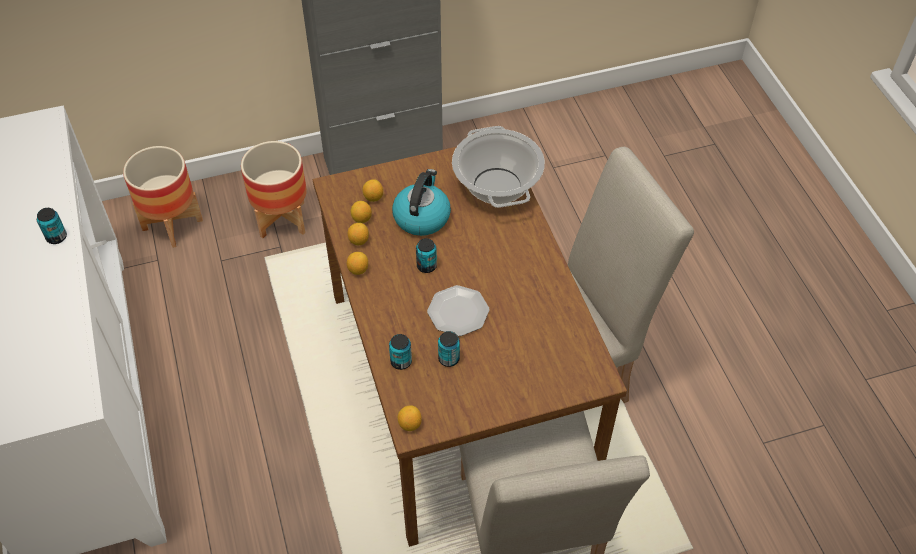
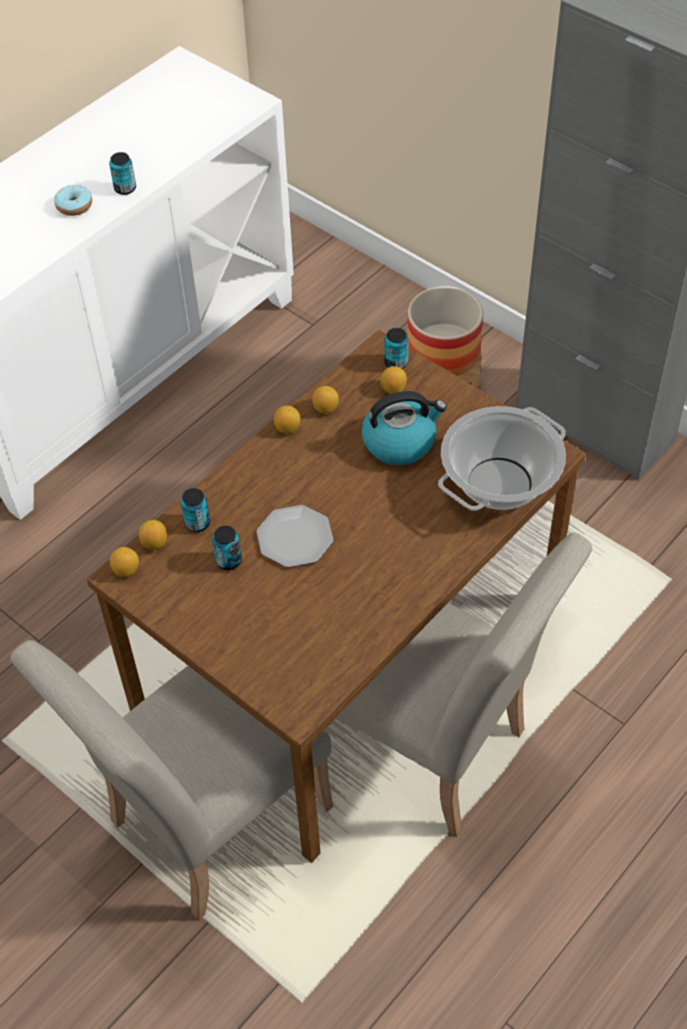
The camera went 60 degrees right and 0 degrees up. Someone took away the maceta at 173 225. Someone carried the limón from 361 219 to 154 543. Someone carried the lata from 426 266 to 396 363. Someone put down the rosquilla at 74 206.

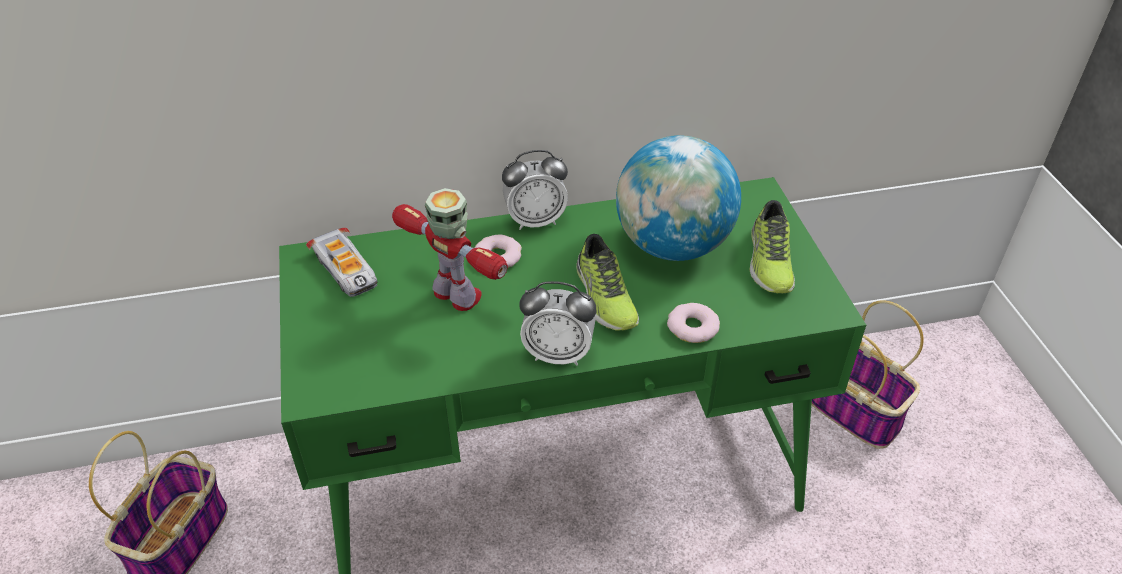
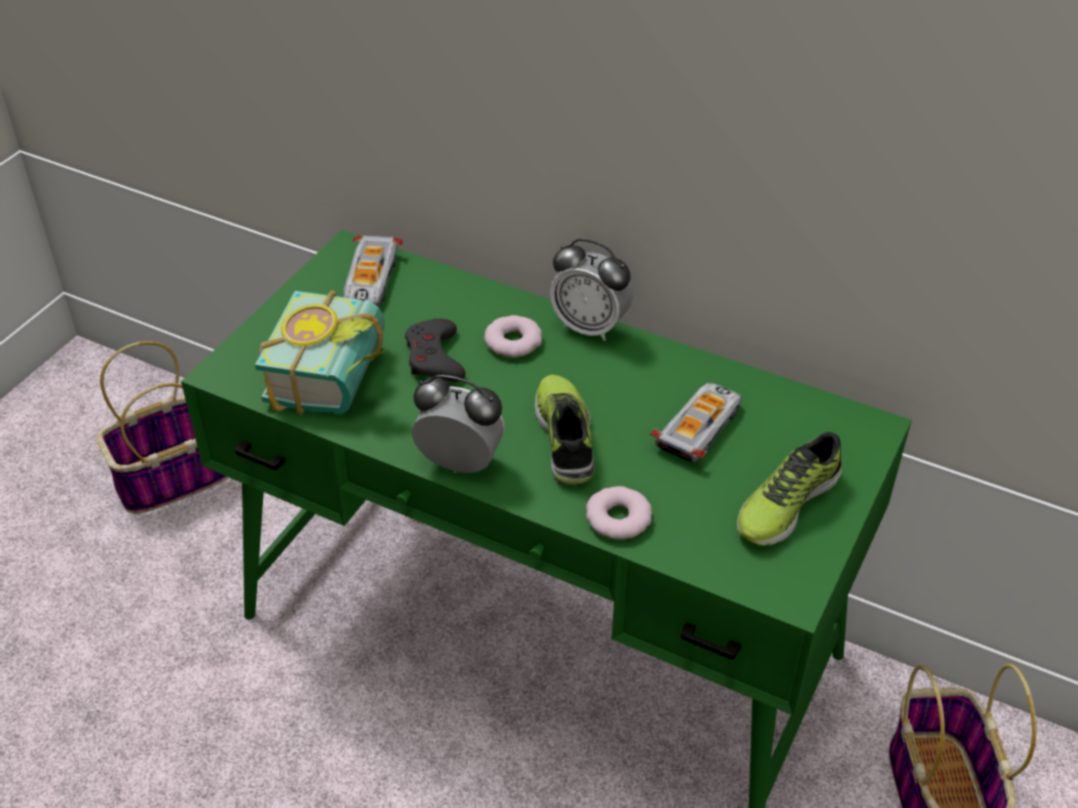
The camera went 40 degrees right and 0 degrees up. Someone swapped the globo terráqueo at 673 245 for the coche de juguete at 699 428. Someone swapped the robot de juguete at 457 296 for the mando de consola (gris) at 434 358. Someone rotated the zapato at 604 297 by 150 degrees clockwise. Someone rotated the despertador at 558 354 by 150 degrees clockwise. Someone put down the libro at 339 378.

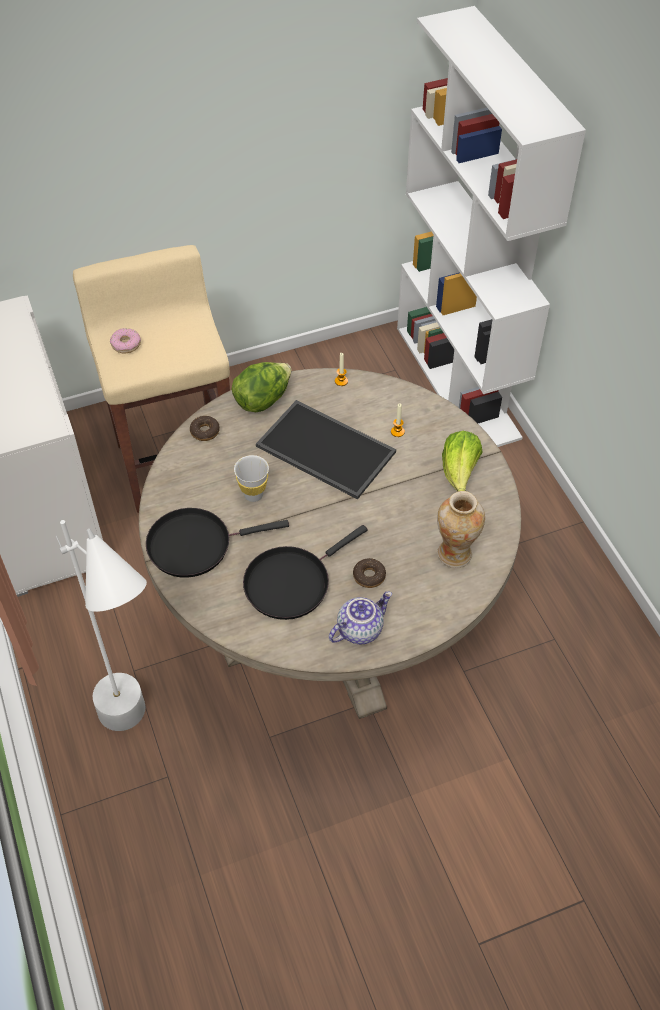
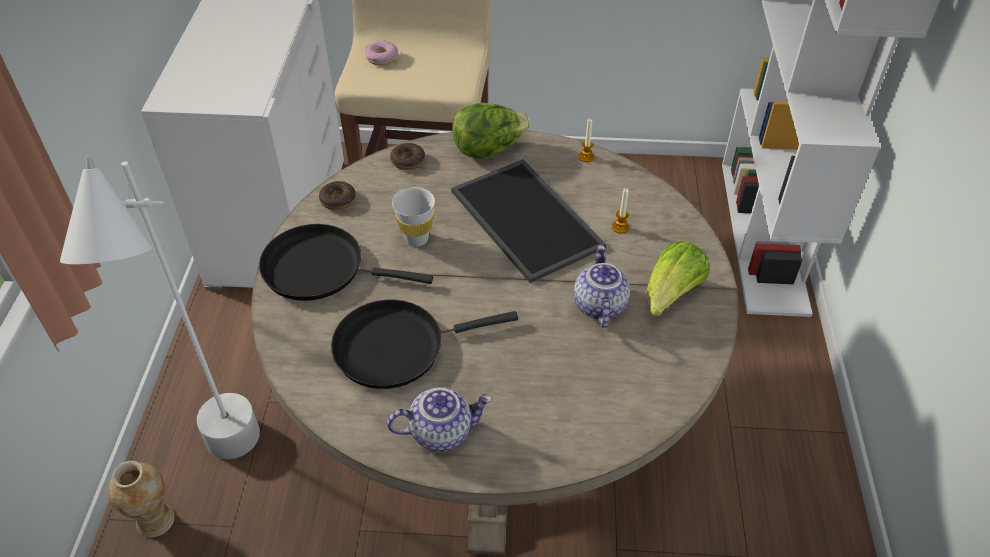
The camera went 25 degrees right and 5 degrees down. Someone carried the florero from 455 554 to 155 521. Someone carried the rosquilla from 369 576 to 338 200. Someone put down the tetera at 598 305.

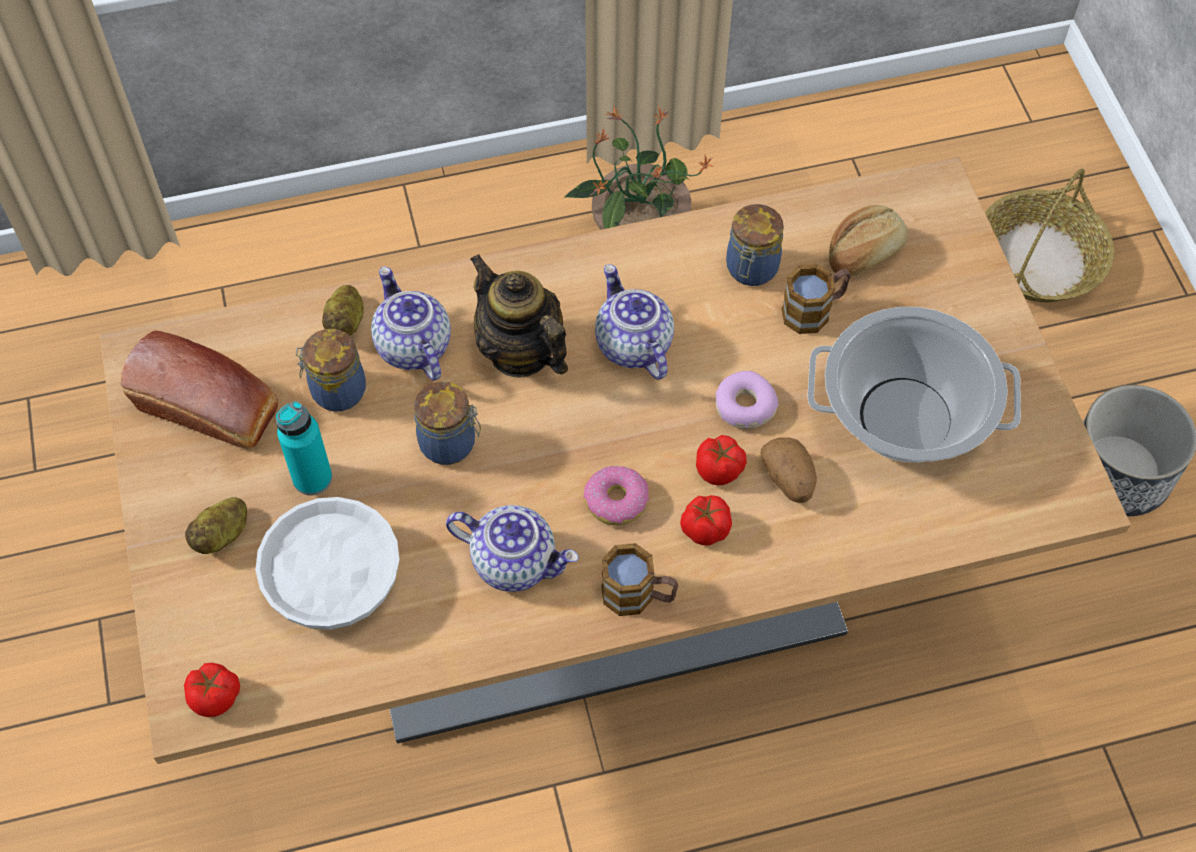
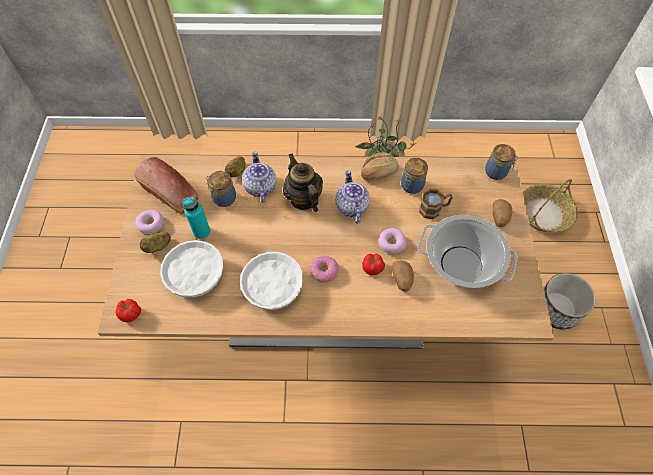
The camera went 15 degrees right and 0 degrees up. Someone carried the pan from 864 252 to 378 172. Someone carried the tarro from 450 444 to 496 172. Someone took away the tomate at 704 529. Someone swapped the tetera at 515 561 for the cuenco (blanco) at 273 287. Someone took away the taza grande at 638 595. Someone put down the patata at 499 218. Someone put down the rosquilla at 151 224.

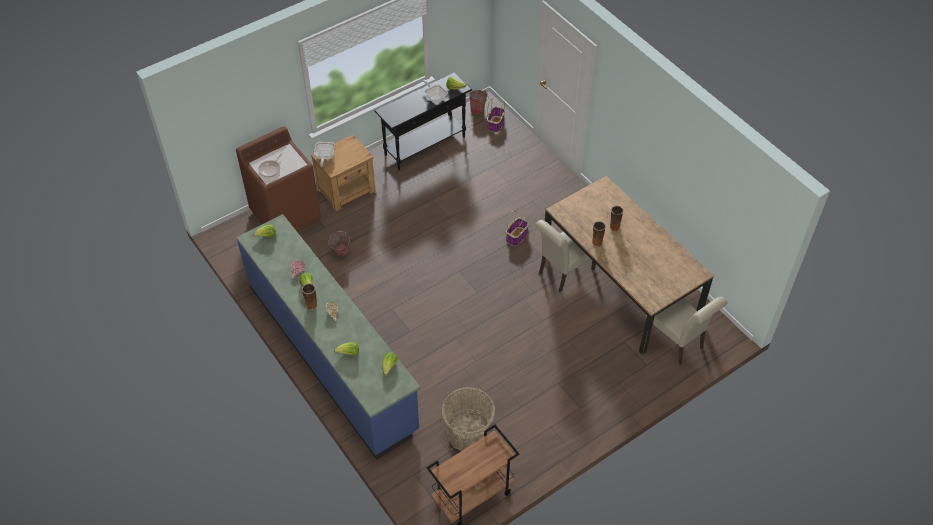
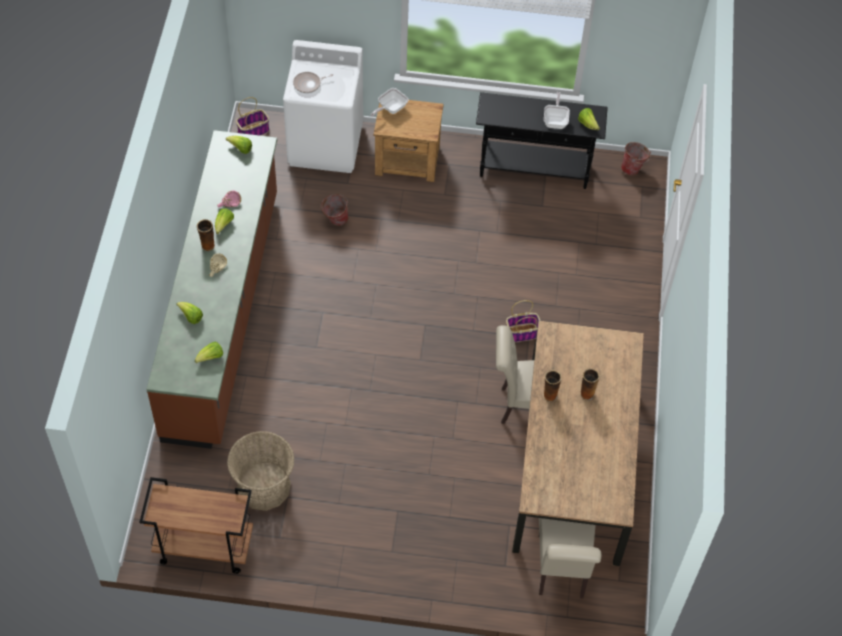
The camera went 40 degrees right and 5 degrees up. Someone carried the cesta from 495 124 to 253 131. Someone repainted the lavadora (marrón) at 286 215, which became the lavadora (blanco) at 326 144. Someone repainted the mueble bajo de cocina (azul) at 331 356, which became the mueble bajo de cocina (marrón) at 223 314.

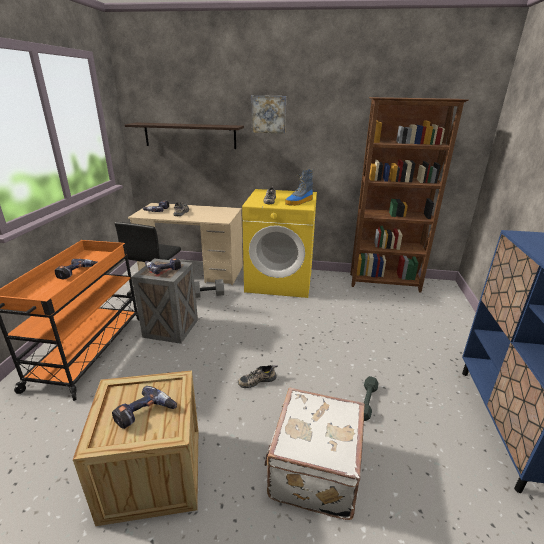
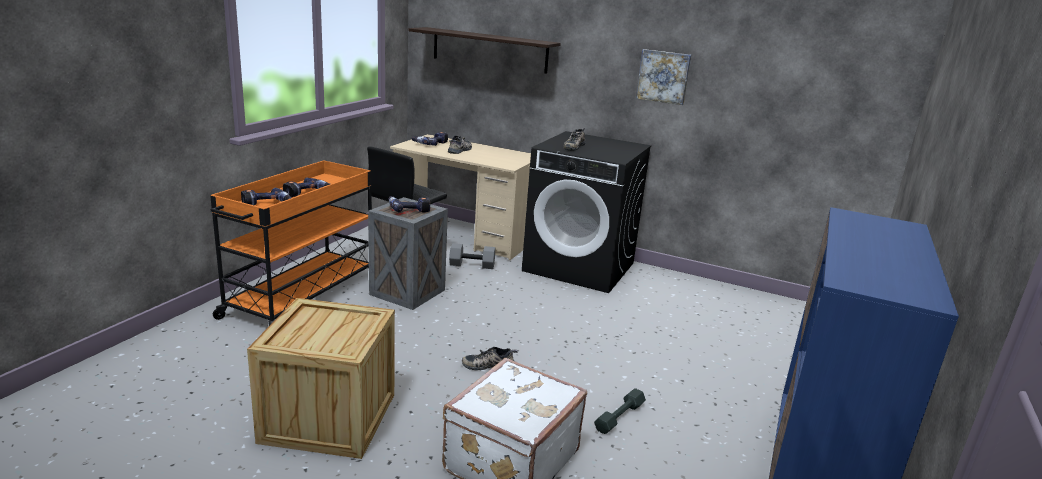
The camera went 15 degrees right and 5 degrees down. Someone carried the cuadro from 269 114 to 663 76. Someone took away the estantería (marrón) at 385 283. Someone took away the bota at 299 202. Someone repainted the lavadora (amarillo) at 280 281, which became the lavadora (negro) at 580 267. Someone carried the taladro from 145 415 to 267 205.

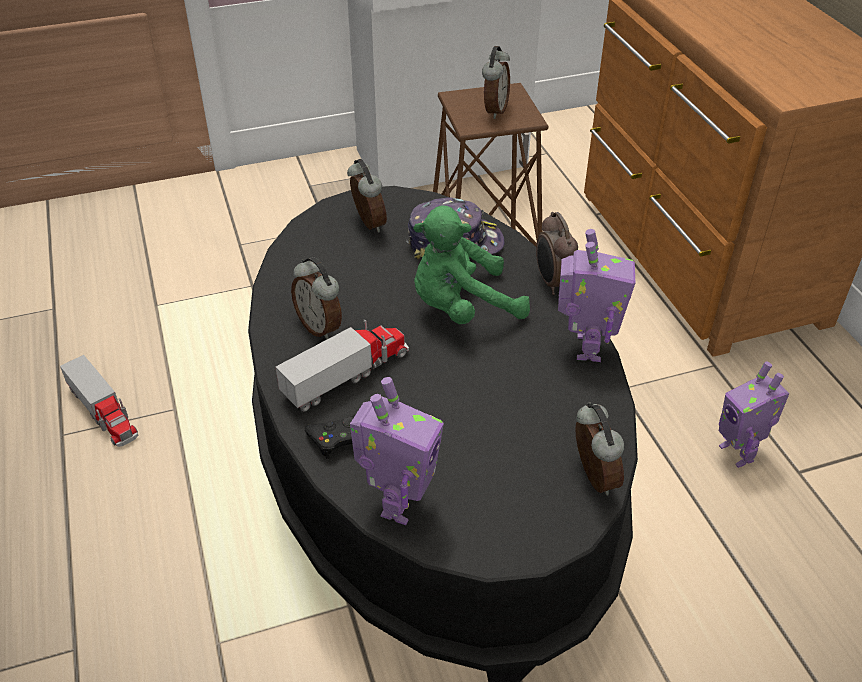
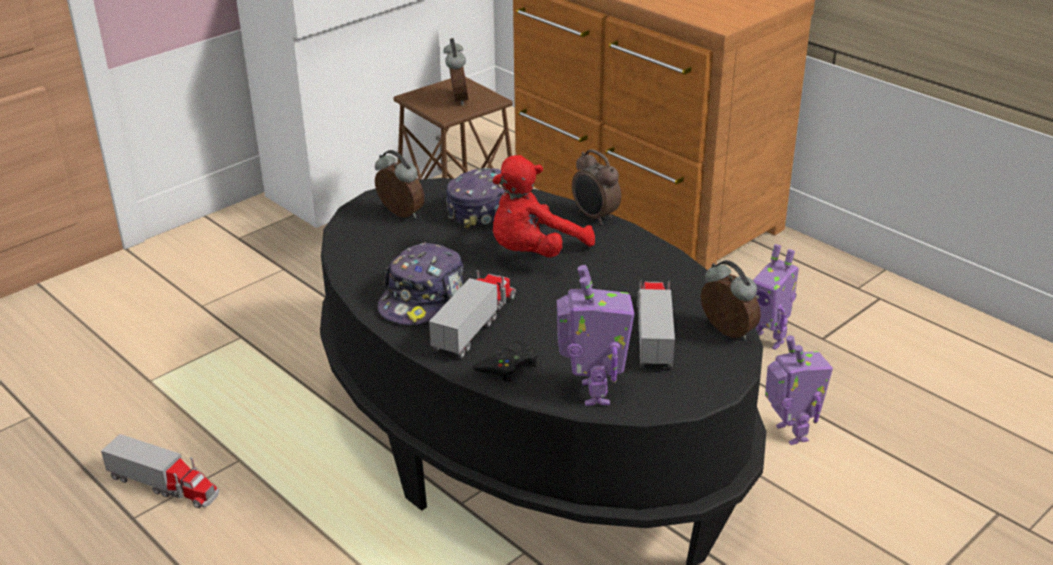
The camera went 25 degrees left and 10 degrees down. Someone repainted the peluche (verde) at 462 308, which became the peluche (rojo) at 534 253. Someone carried the robot de juguete from 585 348 to 790 434. Someone swapped the despertador at 320 327 for the gorra at 423 298. Someone put down the camión de juguete at 653 333.

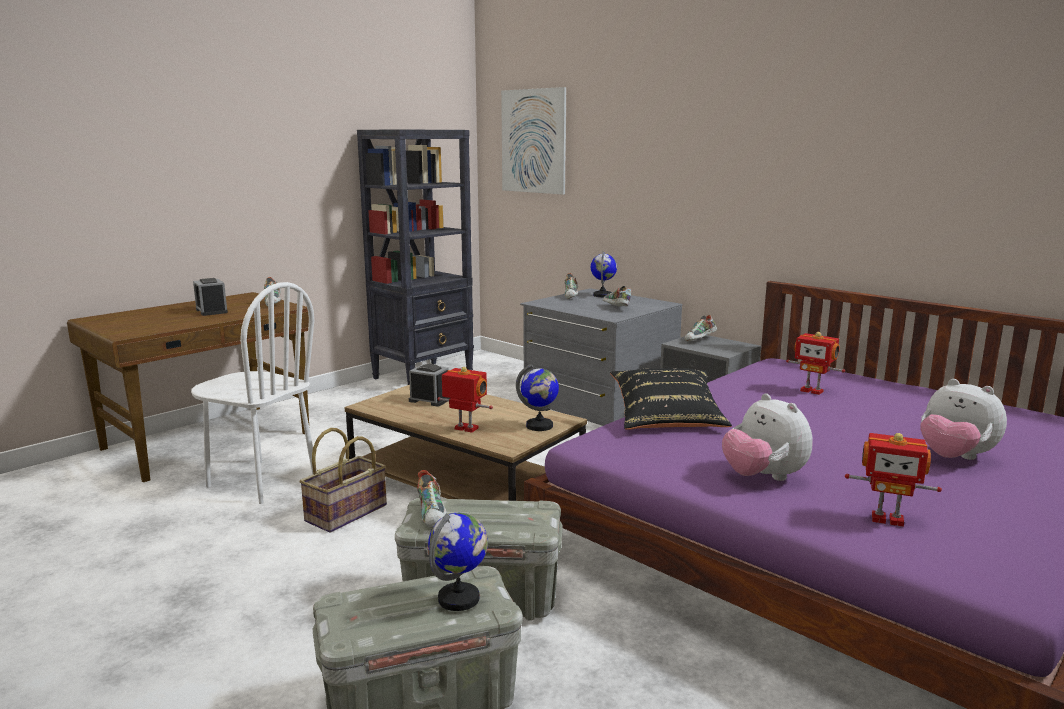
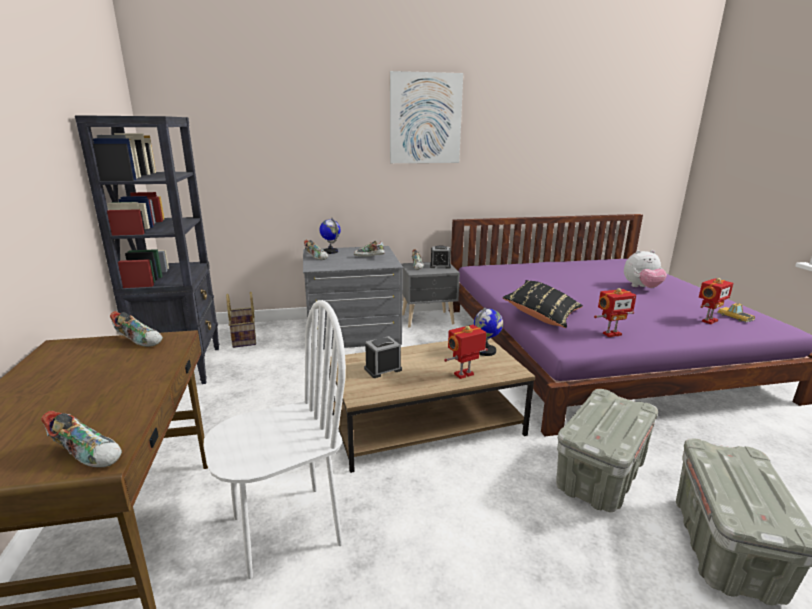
The camera went 55 degrees left and 5 degrees up. Someone carried the cuadro from 533 141 to 425 119. Someone carried the despertador from 211 311 to 440 266. Someone carried the robot de juguete from 812 391 to 611 334. Someone took away the peluche at 763 477. Someone carried the cesta from 347 513 to 245 338. Someone carried the zapato from 433 515 to 88 455. Someone took away the globo terráqueo at 459 599. Someone put down the coche de juguete at 734 317.

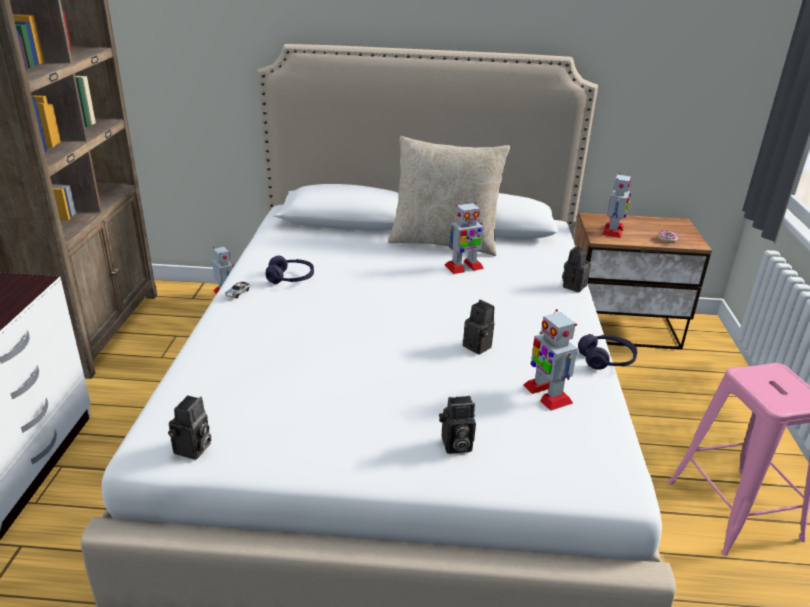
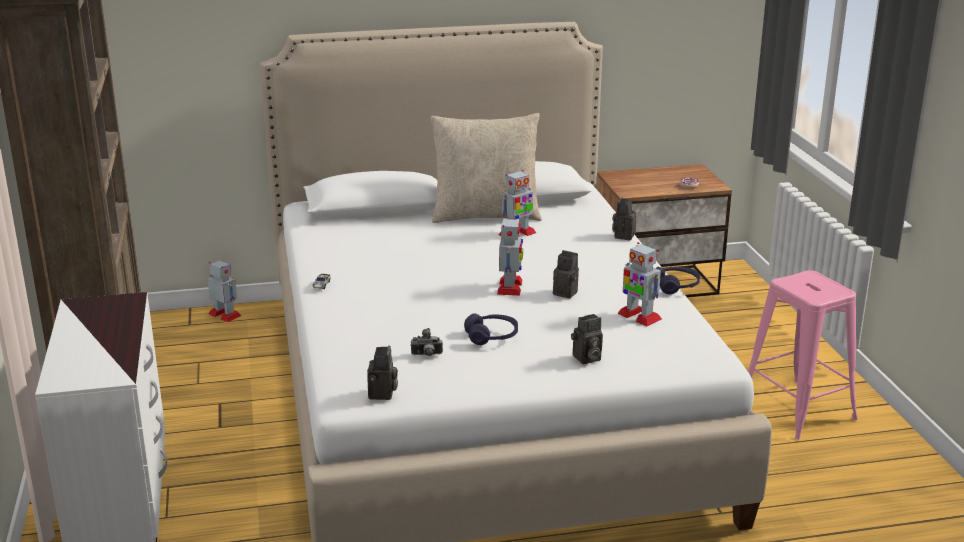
The camera went 15 degrees left and 5 degrees down. Someone carried the robot de juguete from 613 231 to 510 287. Someone carried the auriculares (morado) from 290 278 to 491 336. Someone put down the cámara at 427 355.

